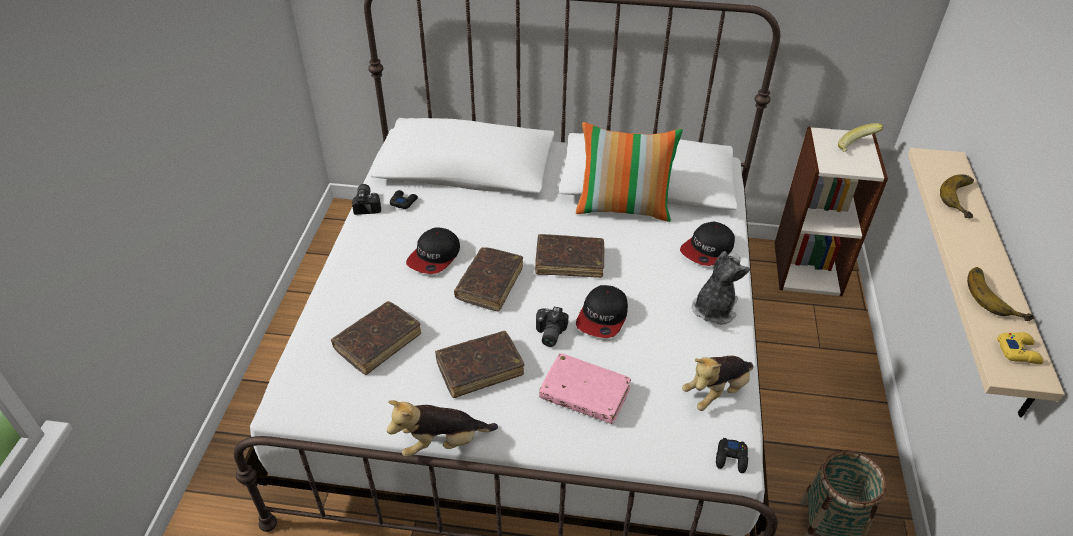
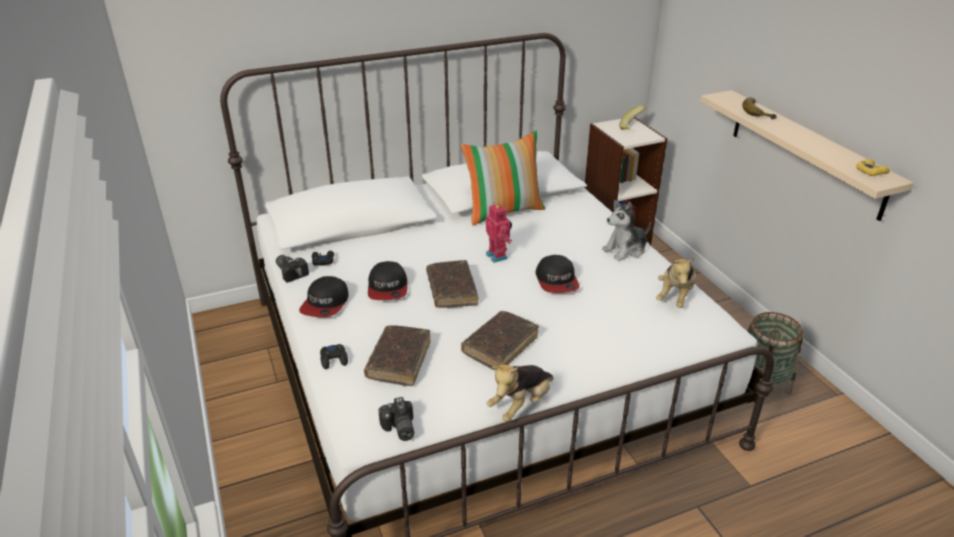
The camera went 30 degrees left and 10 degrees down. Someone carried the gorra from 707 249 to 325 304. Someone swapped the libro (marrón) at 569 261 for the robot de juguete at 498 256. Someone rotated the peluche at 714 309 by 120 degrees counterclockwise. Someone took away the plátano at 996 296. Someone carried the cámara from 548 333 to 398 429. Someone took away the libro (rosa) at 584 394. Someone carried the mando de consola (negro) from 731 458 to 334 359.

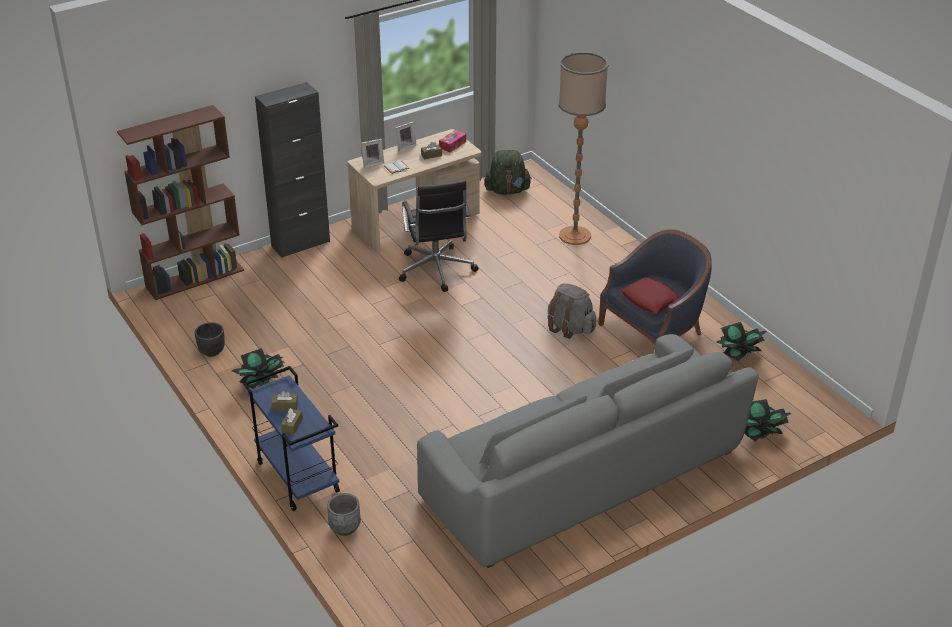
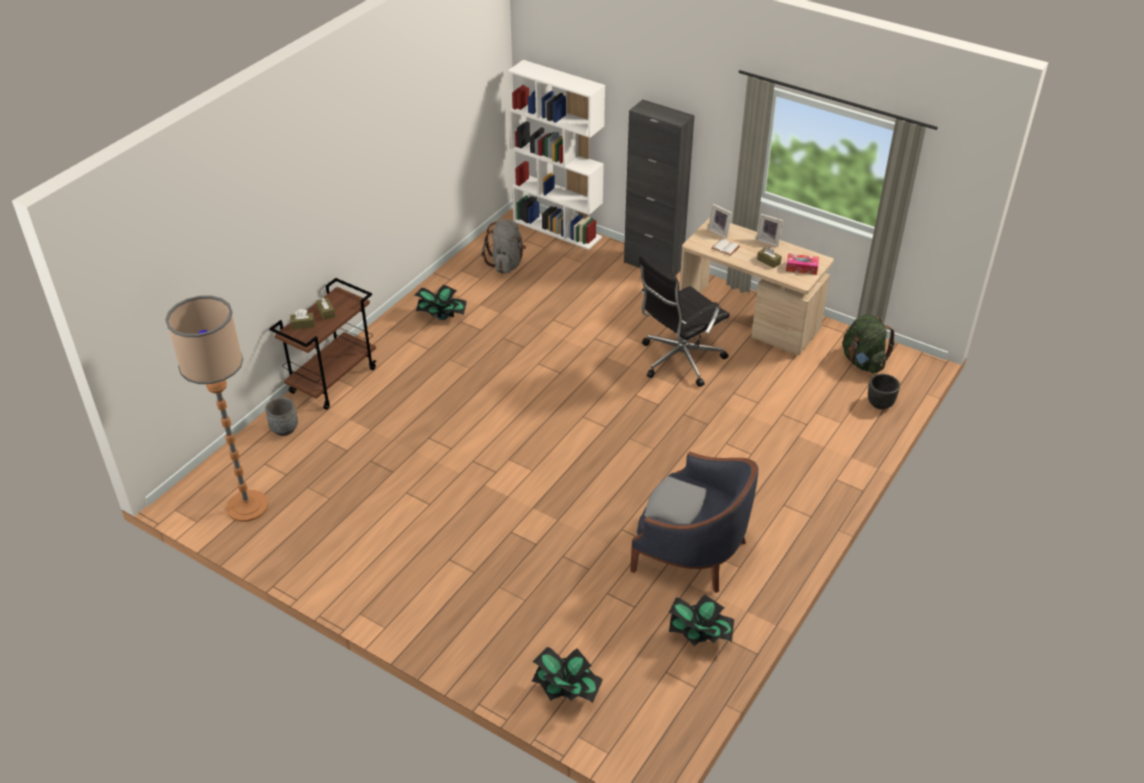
The camera went 65 degrees right and 5 degrees up. Someone carried the lámpara de pie from 575 236 to 247 506. Someone repainted the estantería (marrón) at 195 278, which became the estantería (blanco) at 558 229. Someone repainted the cojín (rojo) at 650 300, which became the cojín (gris) at 675 507. Someone carried the mochila (gris) from 570 328 to 506 264. Someone carried the maceta (negro) from 212 352 to 879 404. Someone took away the sofá (gris) at 584 477. Someone repainted the carrito (azul) at 297 477, which became the carrito (marrón) at 333 380.

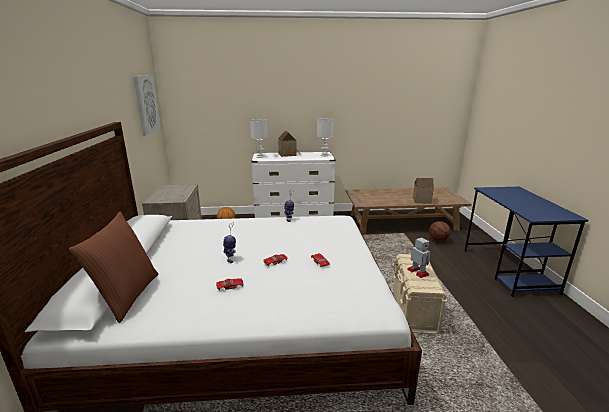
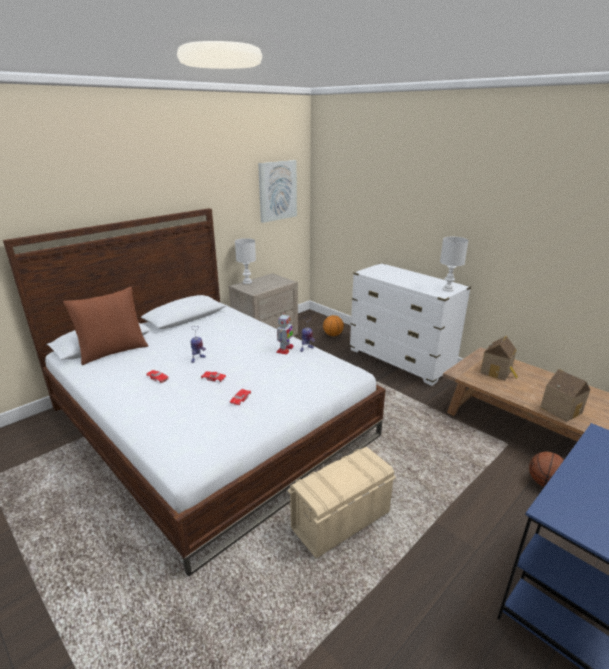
The camera went 50 degrees right and 5 degrees up. Someone carried the lámpara de mesa (blanco) from 260 156 to 247 282. Someone carried the casita from 288 154 to 497 372. Someone carried the robot de juguete from 418 272 to 285 349.

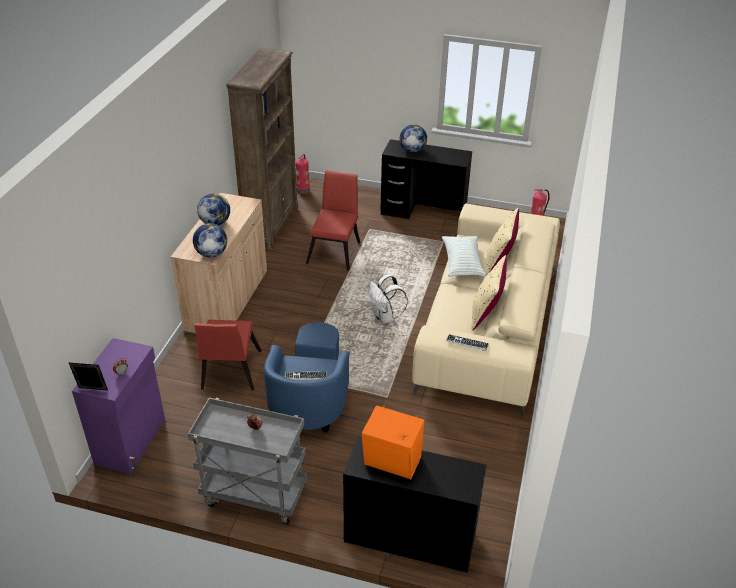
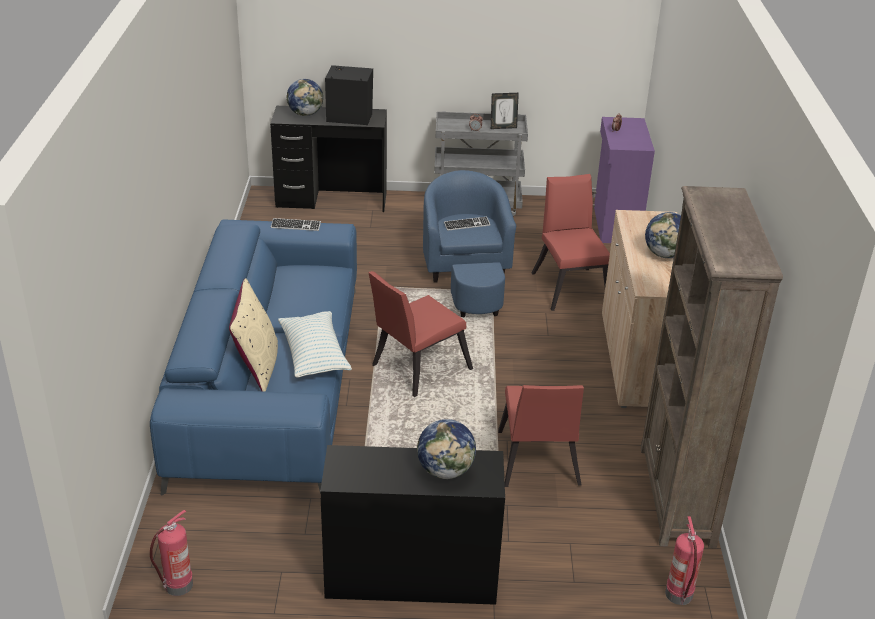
The camera went 165 degrees right and 5 degrees down. Someone repainted the sofá (beis) at 488 324, which became the sofá (azul) at 270 381. Someone carried the globo terráqueo from 211 254 to 305 114. Someone took away the cojín (beis) at 486 313. Someone swapped the mochila (blanco) at 384 318 for the silla (rojo) at 416 369. Someone carried the portarretratos from 92 391 to 503 127. Someone repainted the altavoz (naranja) at 392 463, which became the altavoz (negro) at 349 117.

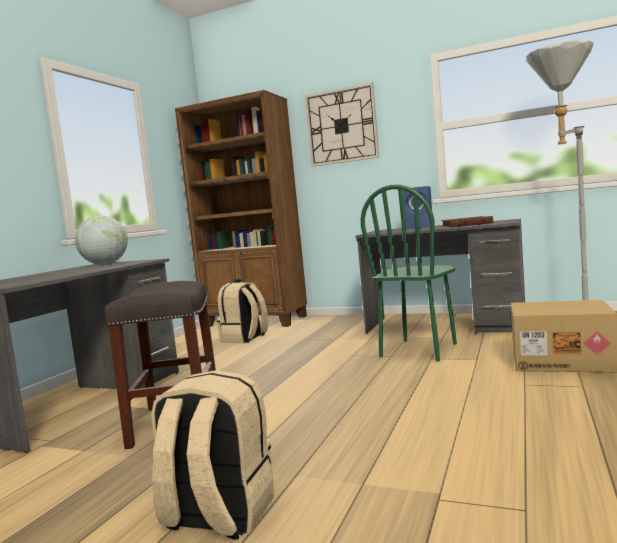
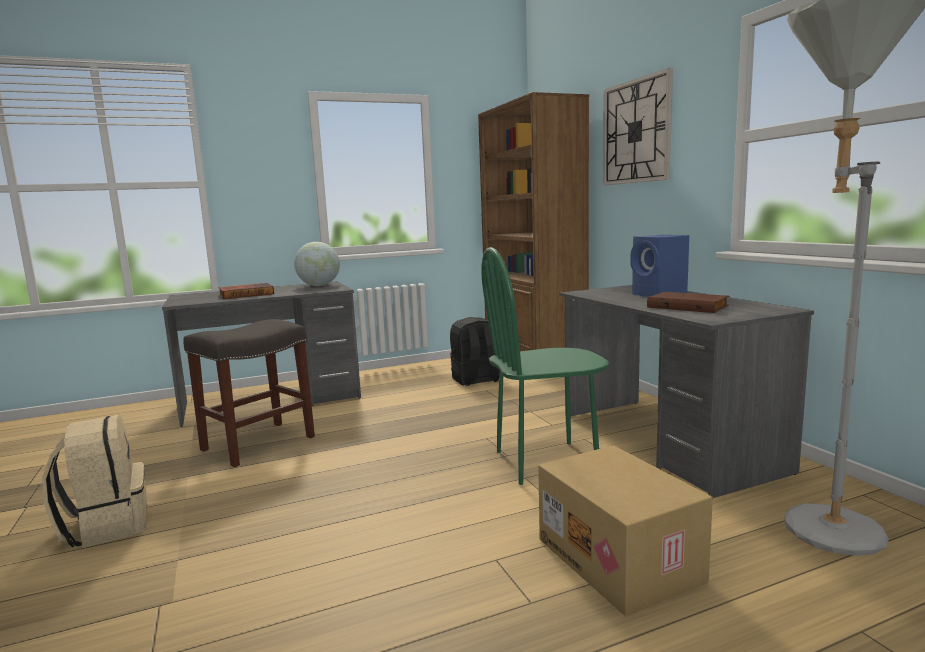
The camera went 45 degrees right and 5 degrees up. Someone repainted the mochila (beis) at 244 339, which became the mochila (negro) at 476 380. Someone put down the libro at 246 294.

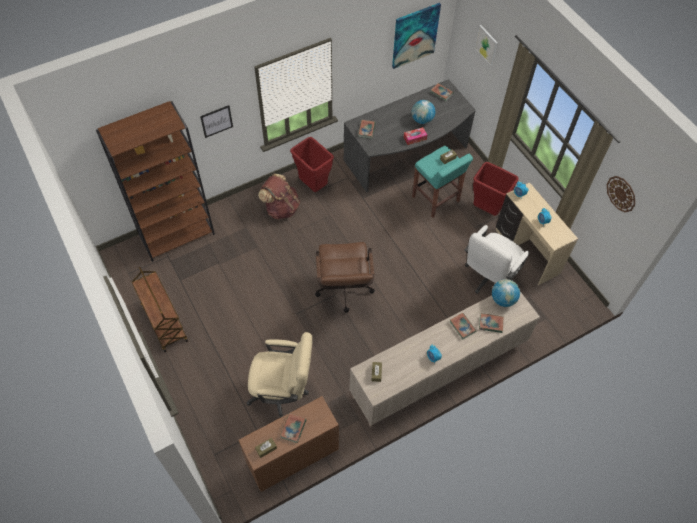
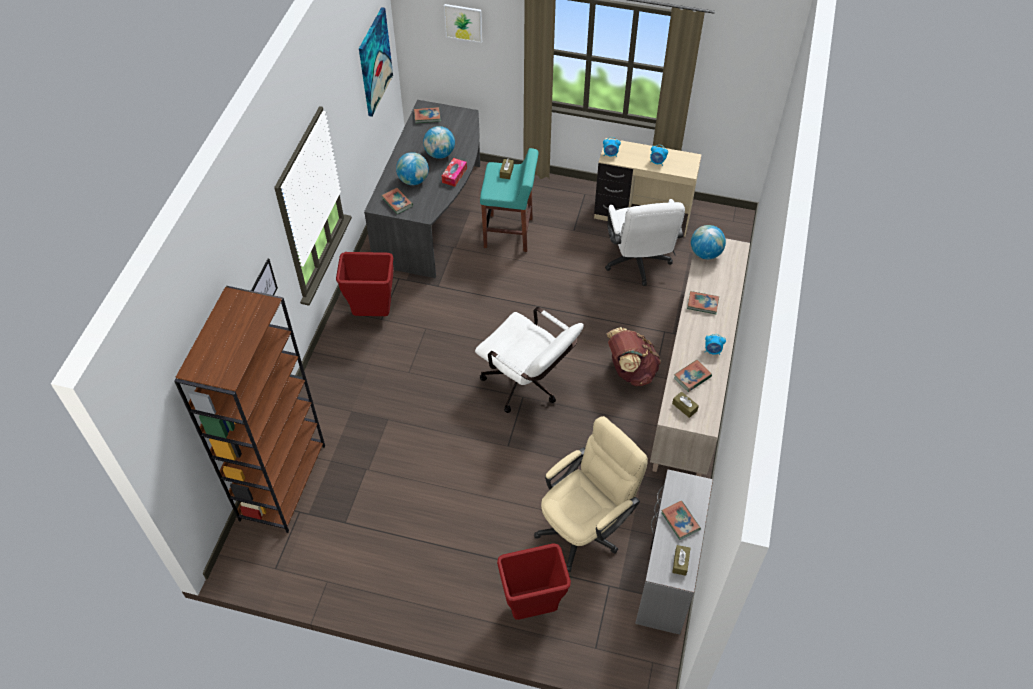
The camera went 45 degrees left and 5 degrees down. Someone carried the papelera (rojo) from 487 209 to 533 607. Someone carried the mochila (marrón) from 281 208 to 630 371. Someone took away the reloj de pared at 621 193. Someone repainted the silla de oficina (marrón) at 344 291, which became the silla de oficina (blanco) at 527 385. Someone took away the carrito (marrón) at 164 323. Someone carried the libro from 490 324 to 692 377. Someone repainted the escritorio (marrón) at 292 455, which became the escritorio (gris) at 666 574. Someone put down the globo terráqueo at 413 180.

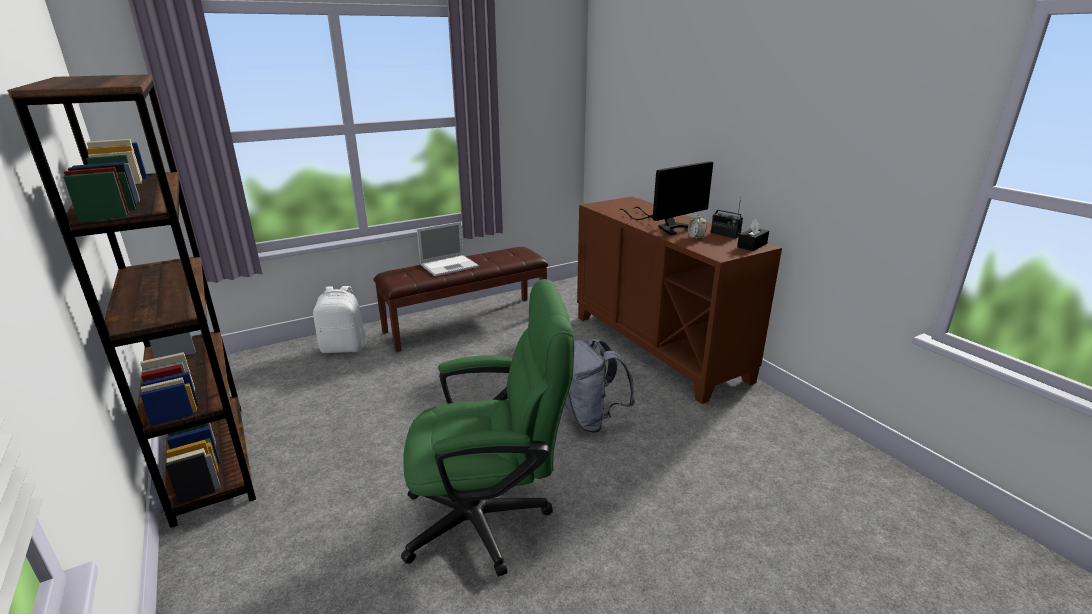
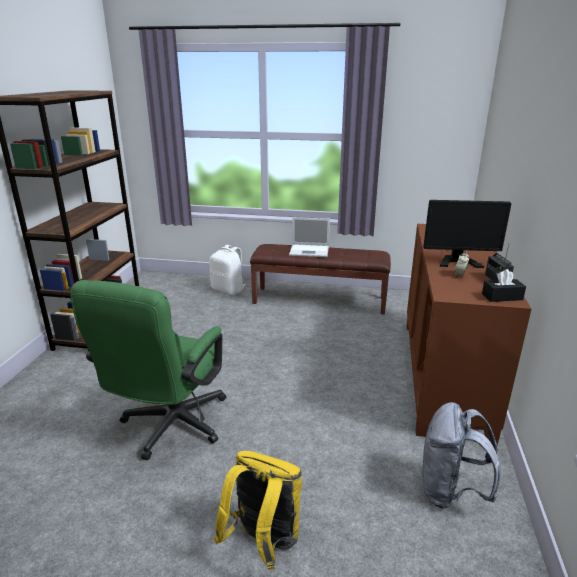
The camera went 40 degrees right and 0 degrees up. Someone rotated the silla de oficina (verde) at 490 519 by 75 degrees clockwise. Someone carried the mochila (gris) from 593 419 to 450 491. Someone put down the mochila (amarillo) at 263 542.

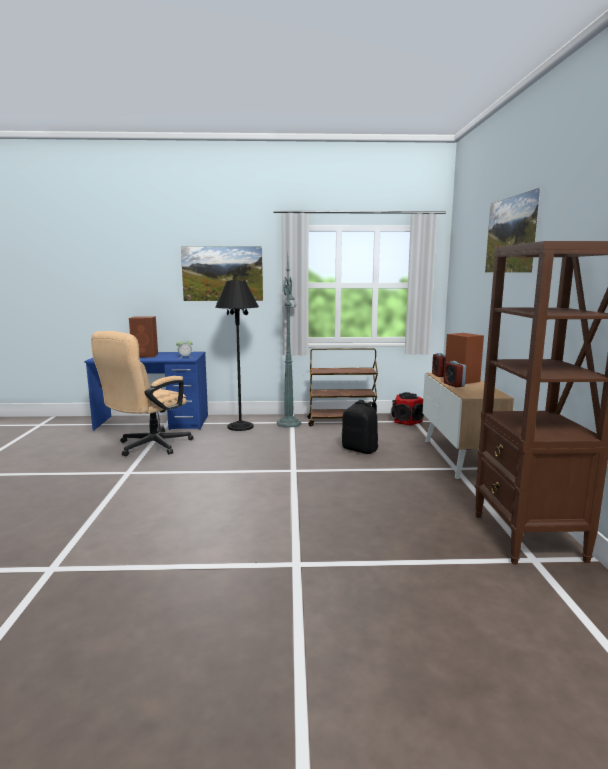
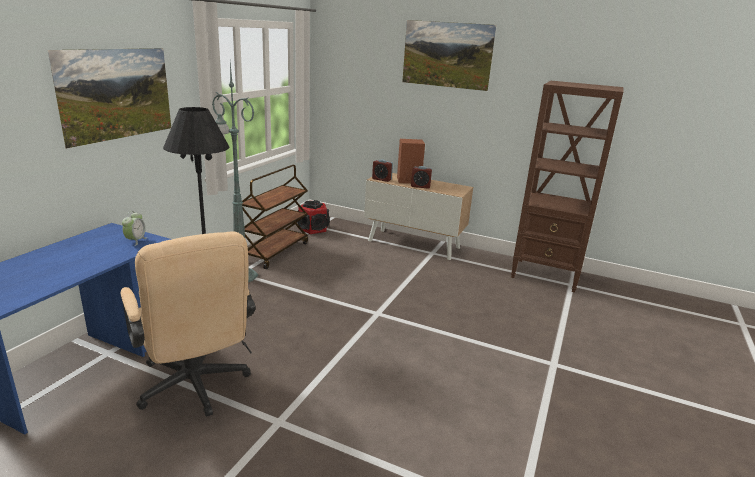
The camera went 65 degrees left and 10 degrees up. Someone took away the altavoz (marrón) at 146 355. Someone took away the mochila (negro) at 360 449.

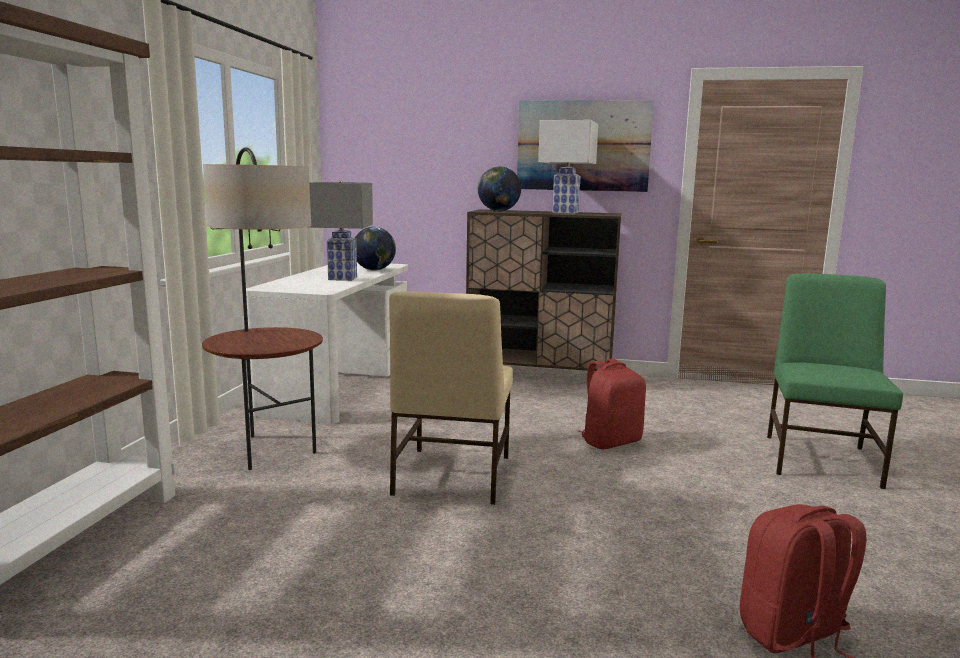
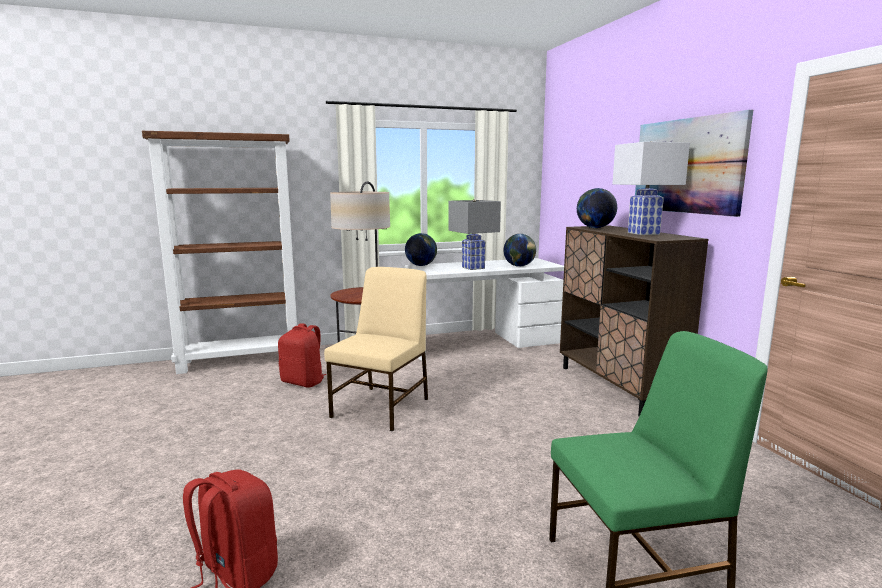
The camera went 60 degrees right and 0 degrees up. Someone rotated the silla (beis) at 451 476 by 135 degrees clockwise. Someone carried the mochila (rojo) from 610 441 to 303 382. Someone put down the globo terráqueo at 421 265.

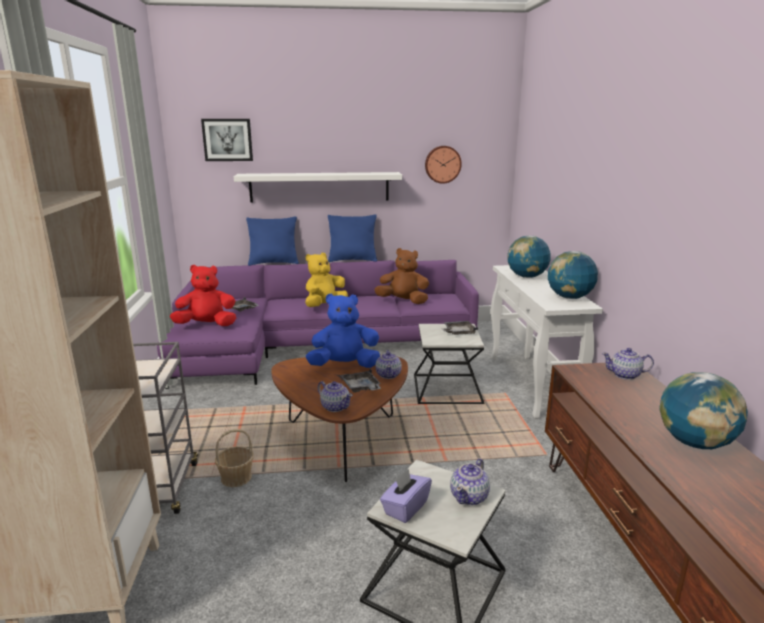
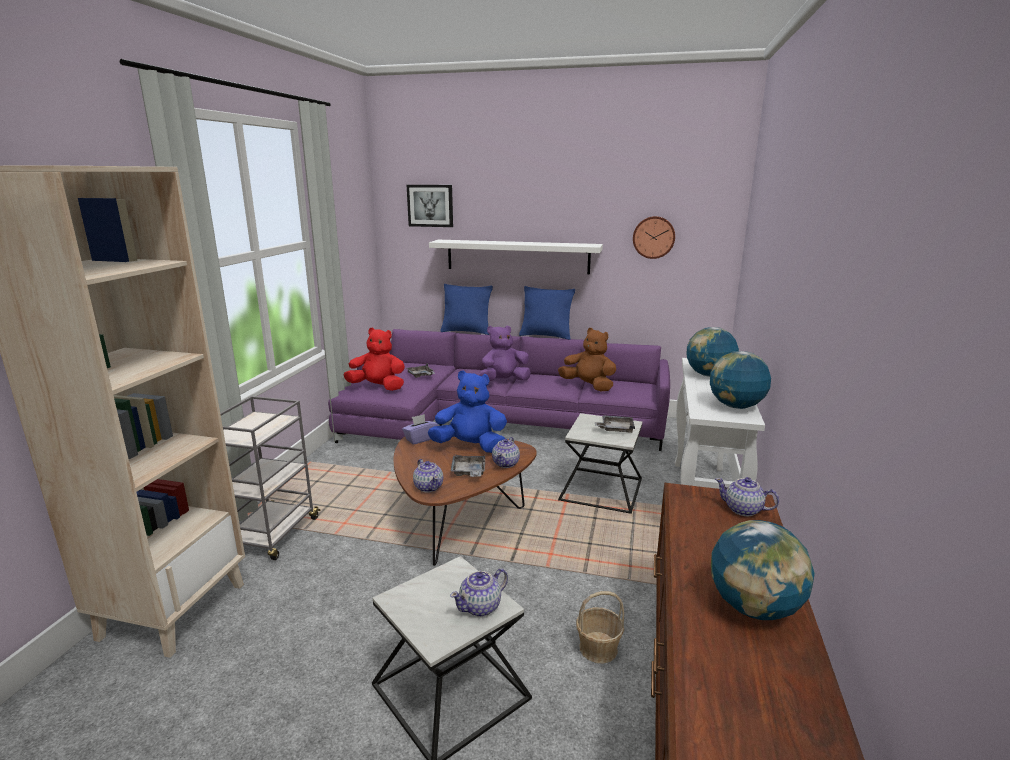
The camera went 20 degrees right and 0 degrees up. Someone repainted the peluche (amarillo) at 325 306, which became the peluche (morado) at 504 381. Someone carried the cesta from 236 477 to 598 648. Someone carried the caja de pañuelos (morado) from 405 508 to 420 439.

